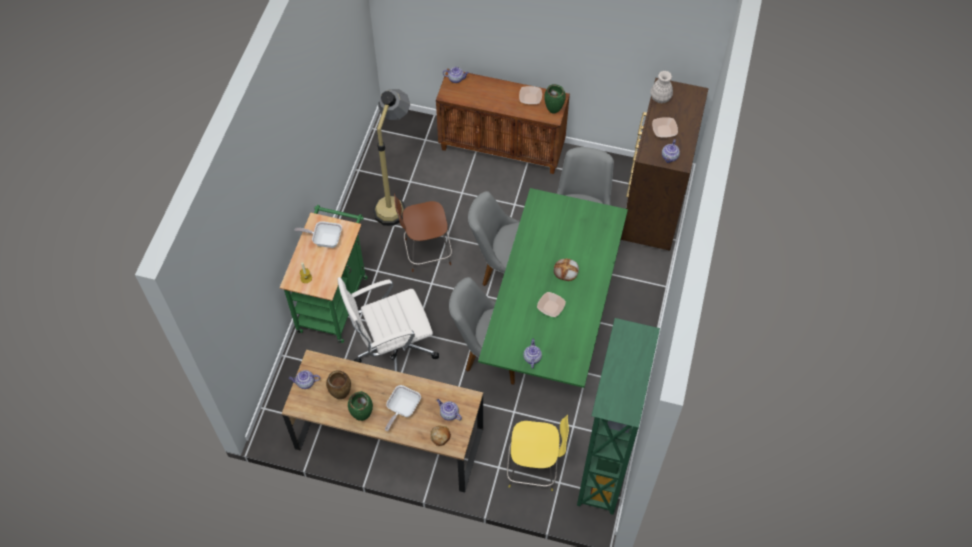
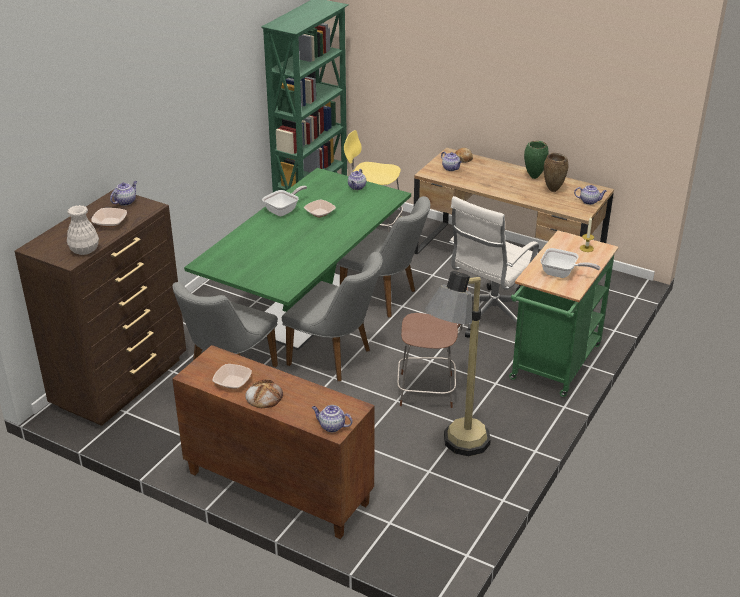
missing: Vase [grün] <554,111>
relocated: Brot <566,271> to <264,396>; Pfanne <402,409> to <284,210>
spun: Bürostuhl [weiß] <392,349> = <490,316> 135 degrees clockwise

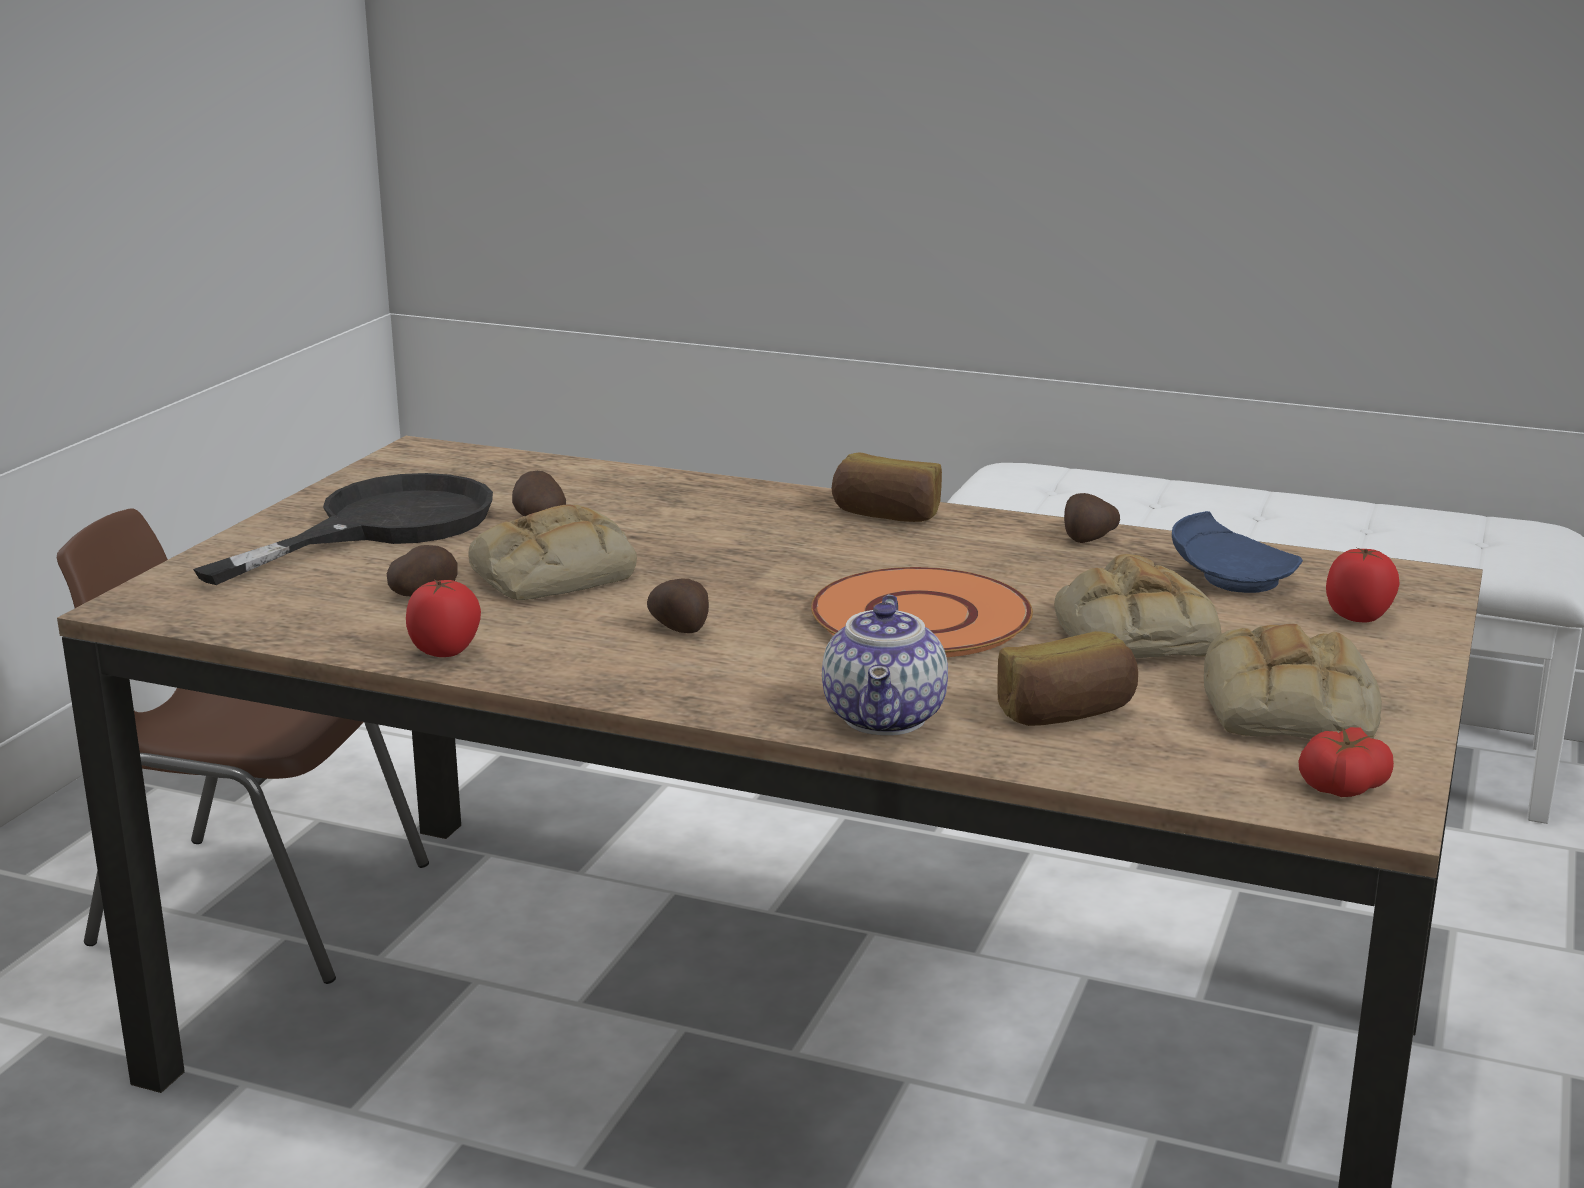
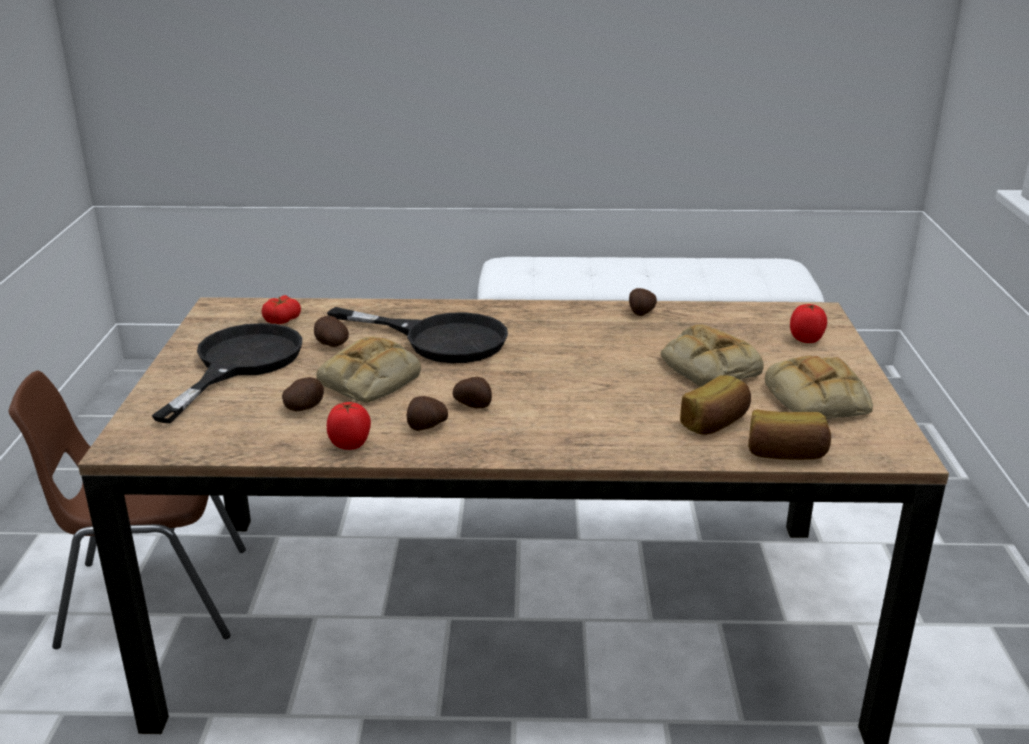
missing: Teller [orange] <919,617>; Teekanne <887,719>; Teller [blau] <1230,578>
appeared: Pfanne [schwarz] <439,339>; Kartoffel <426,427>
relocated: Tomate <1342,785> to <282,320>; Brot <886,514> to <785,454>

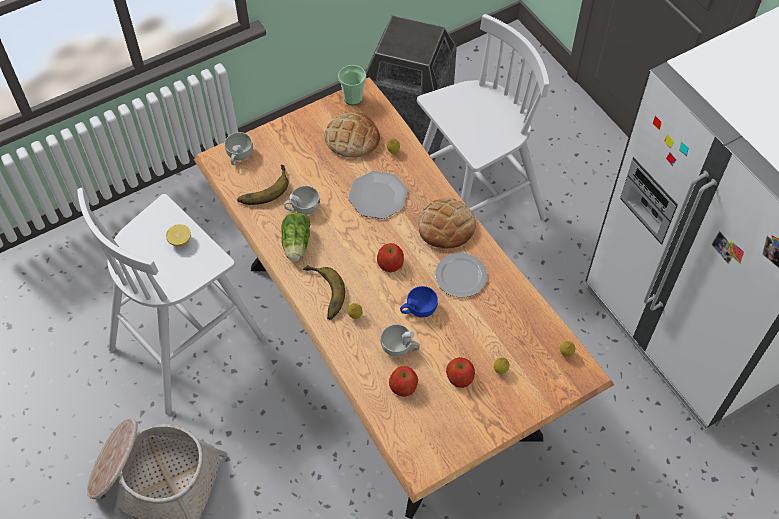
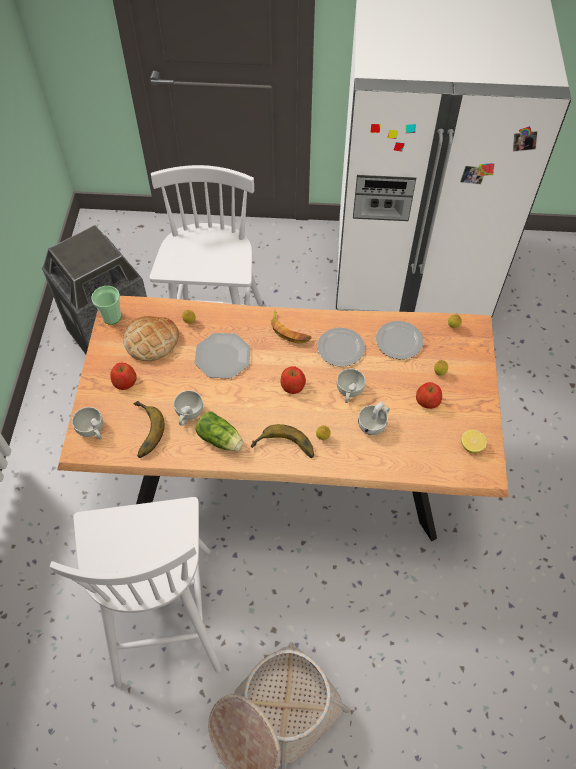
appeared: Teller <398,341>
relocated: Apfel <403,386> to <125,382>; Zitrone <180,240> to <471,446>
exchanged: Brot <446,227> to Banane <289,330>
colour: Tasse [blau] <418,309> to Tasse [weiß] <349,392>

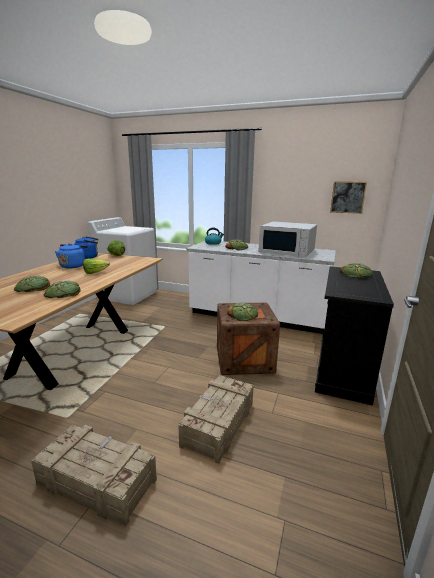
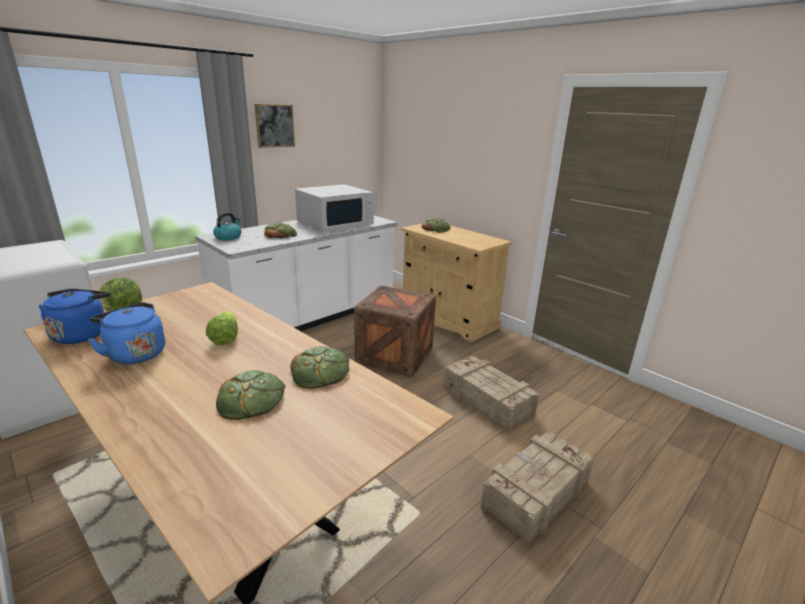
missing: Brot <243,315>
relocated: Bild <348,197> to <274,126>
colour: Schrank [schwarz] <342,368> to Schrank [beige] <447,318>

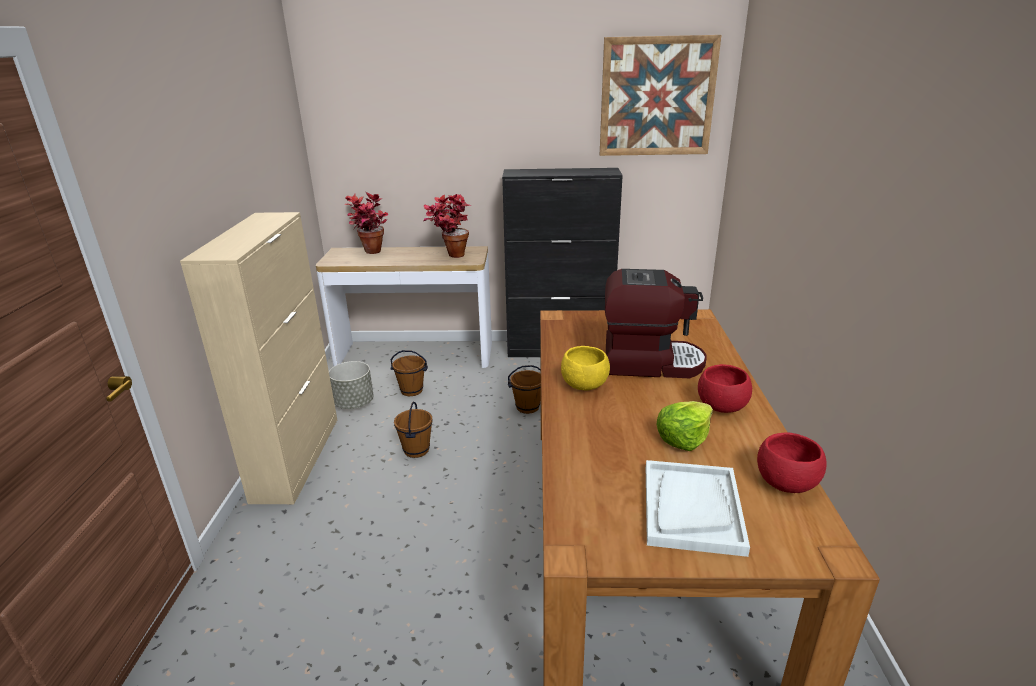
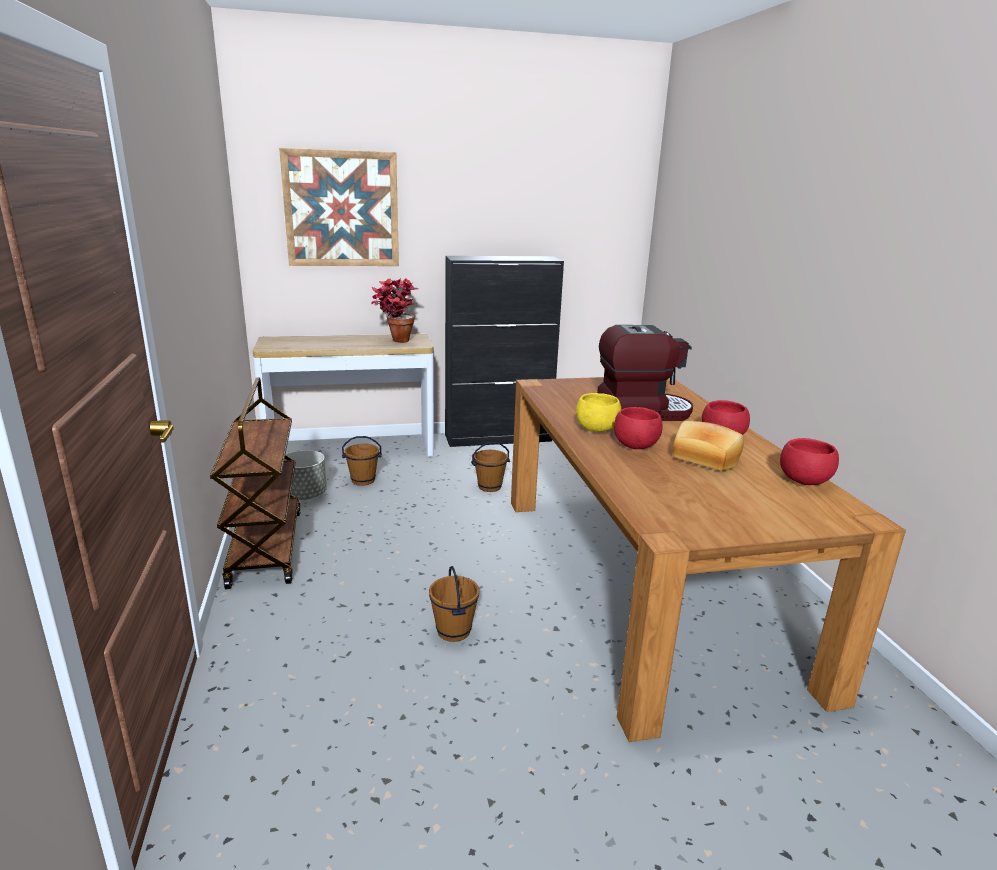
missing: Topfpflanze <371,254>; Tablett [weiß] <691,508>
appeared: Schüssel [rot] <636,446>
relocated: Bild <657,97> to <341,209>; Eimer [braun] <416,450> to <453,631>
exchanged: Schrank [beige] <297,457> to Rollwagen [braun] <265,547>; Salatkopf <683,438> to Brot <705,459>

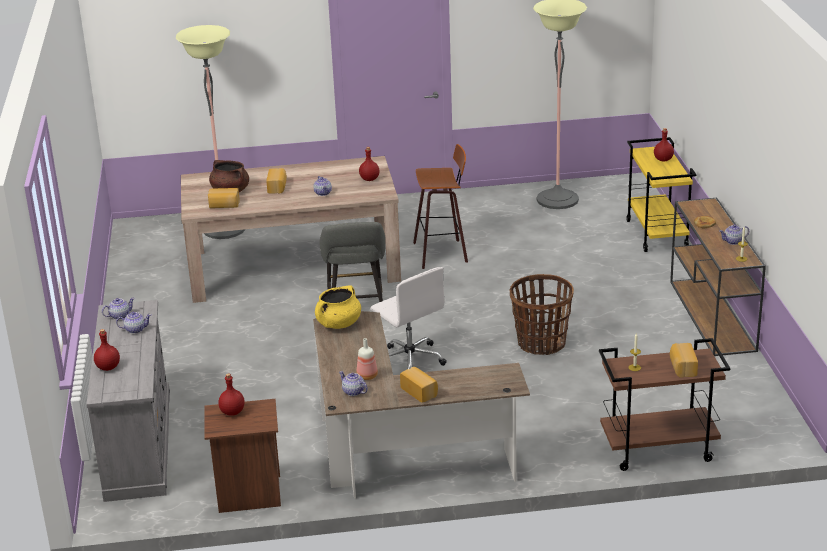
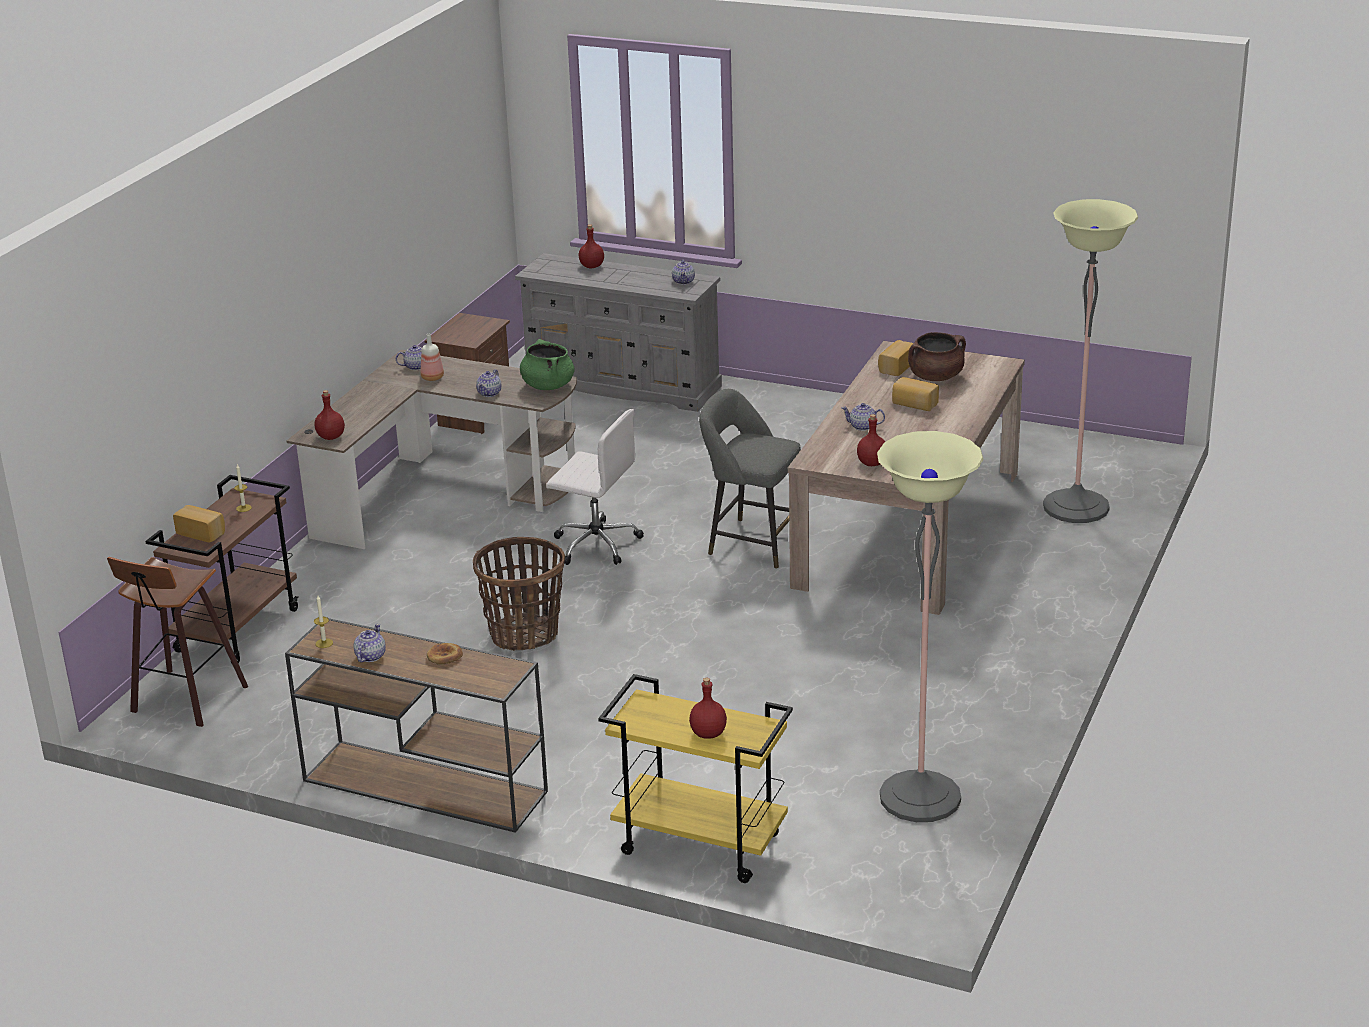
missing: Brot <420,391>
relocated: Hocker <442,252> to <185,700>; Flasche [rot] <232,412> to <331,437>; Teekanne <135,329> to <490,393>
colour: Kochtopf [gelb] <338,324> to Kochtopf [grün] <548,385>
spun: Bürostuhl [weiß] <409,360> = <595,544> 150 degrees counterclockwise

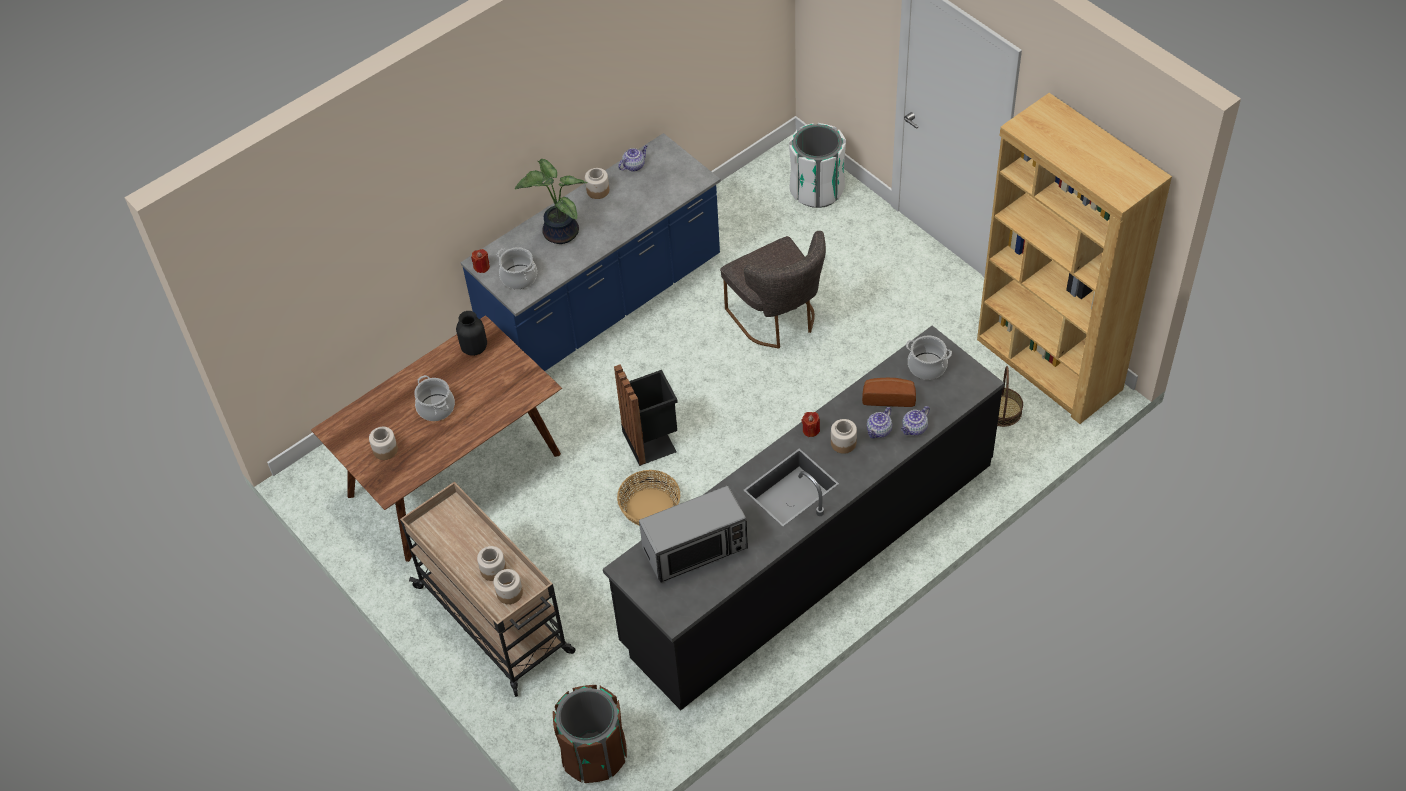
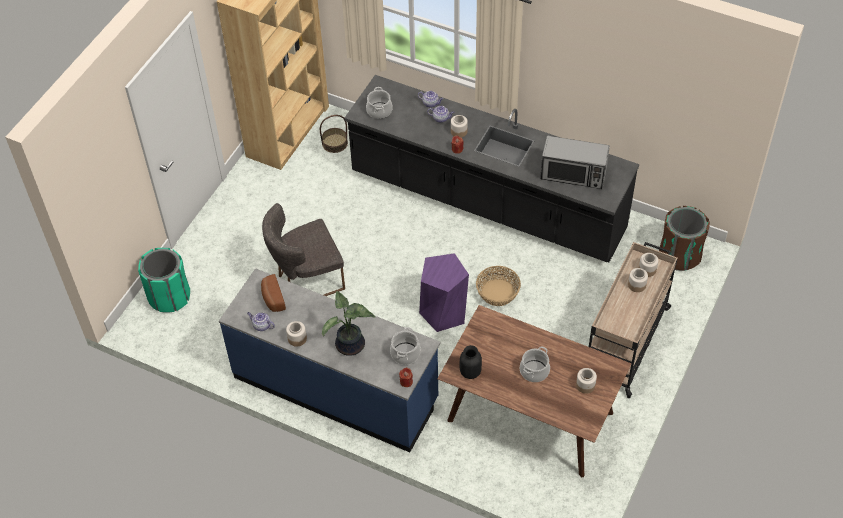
relocated: Brot <888,397> to <272,298>
exchanged: Mülleimer [schwarz] <651,440> to Hocker [lila] <443,312>
colour: Mülleimer [weiß] <817,189> to Mülleimer [grün] <169,297>
spun: Stuhl [grau] <777,319> = <306,278> 150 degrees counterclockwise; Mikrowelle <696,548> = <573,174> 150 degrees clockwise

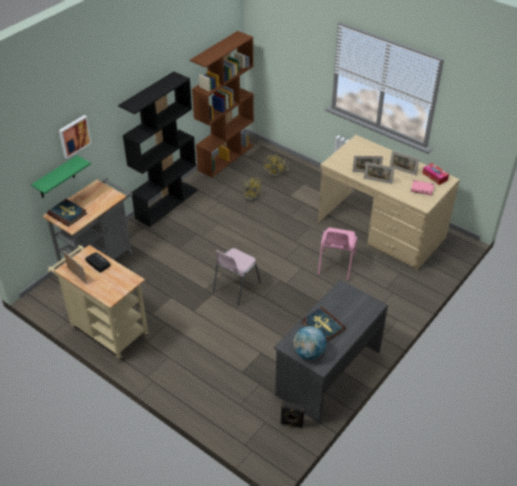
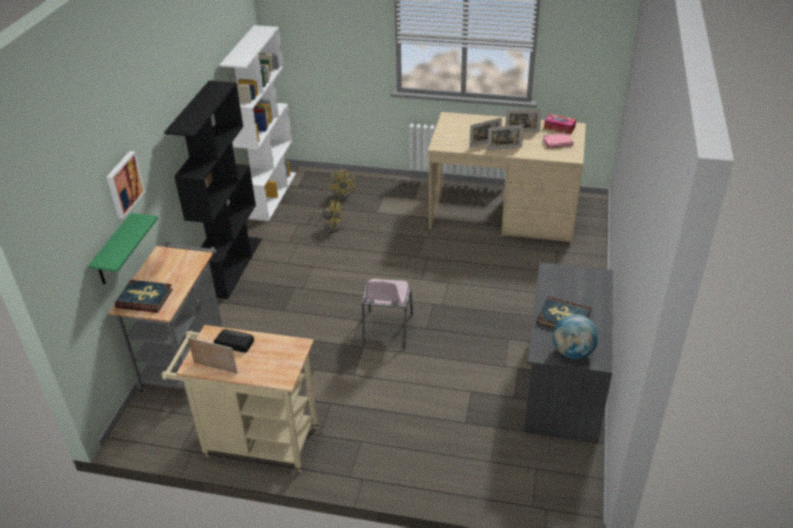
missing: Lautsprecher [schwarz] <291,424>; Stuhl [rosa] <335,265>
colour: Bücherregal [braun] <226,157> to Bücherregal [weiß] <271,195>

